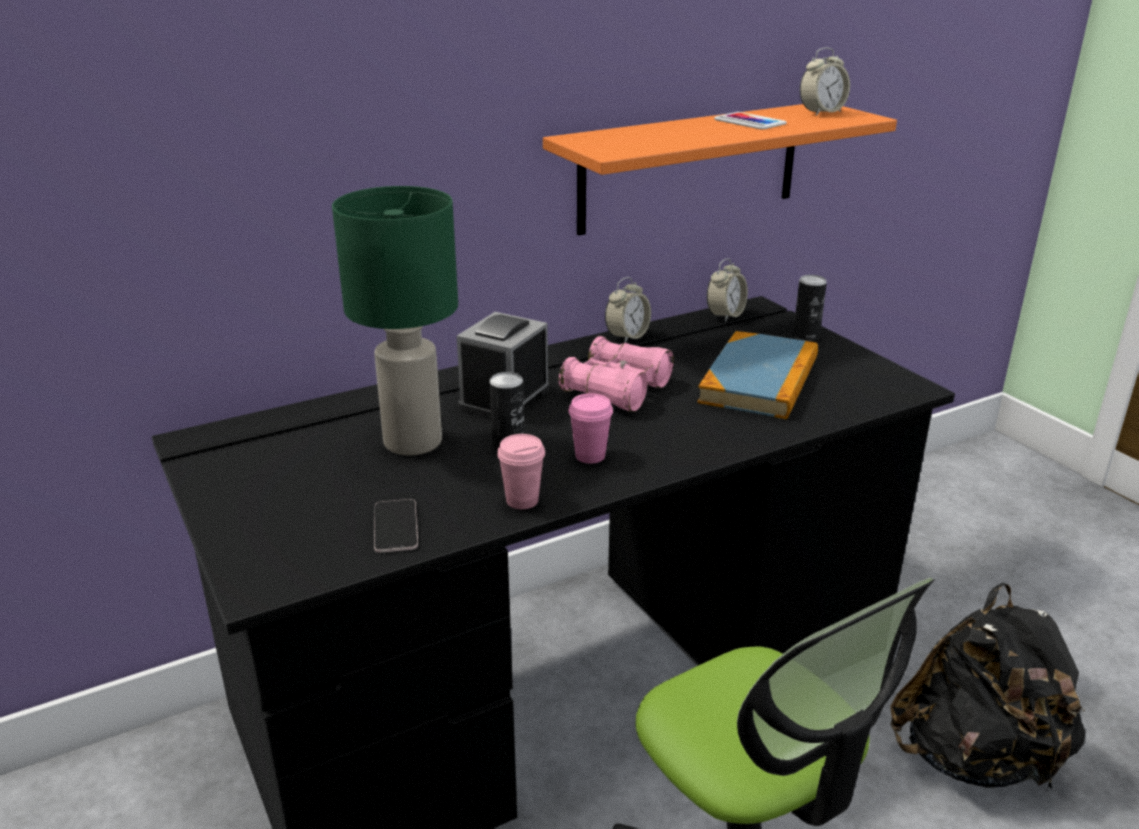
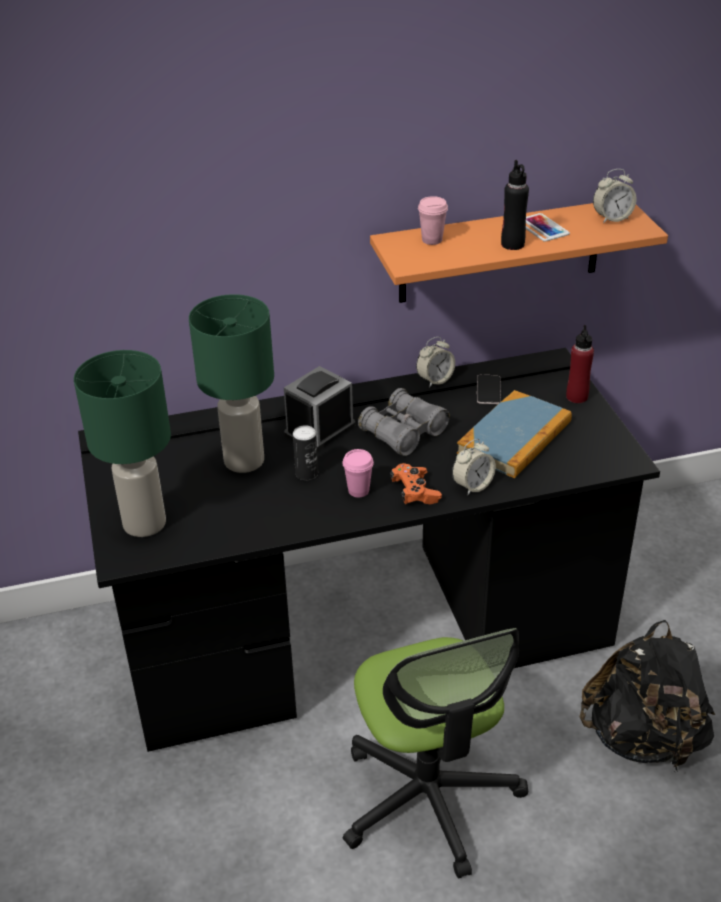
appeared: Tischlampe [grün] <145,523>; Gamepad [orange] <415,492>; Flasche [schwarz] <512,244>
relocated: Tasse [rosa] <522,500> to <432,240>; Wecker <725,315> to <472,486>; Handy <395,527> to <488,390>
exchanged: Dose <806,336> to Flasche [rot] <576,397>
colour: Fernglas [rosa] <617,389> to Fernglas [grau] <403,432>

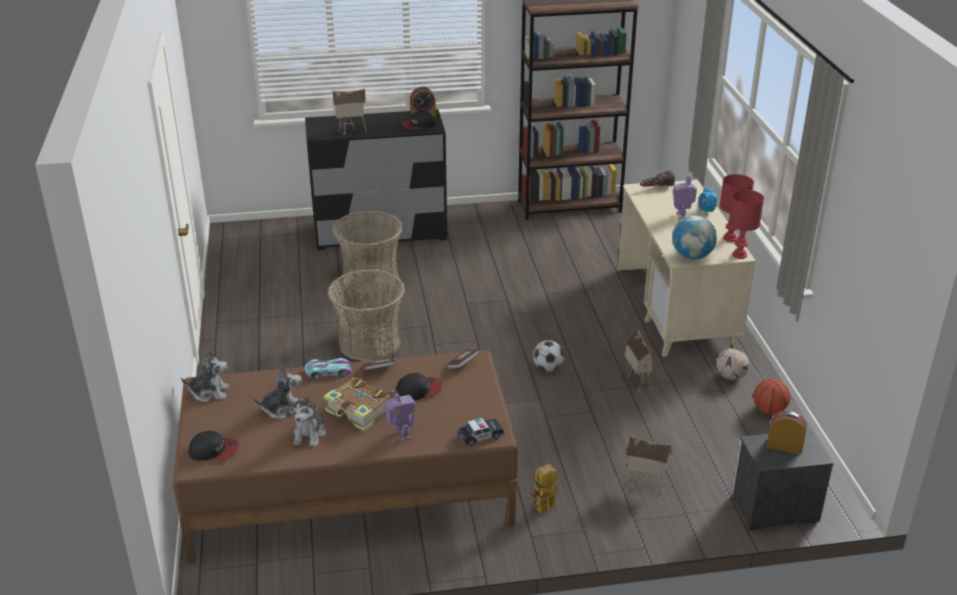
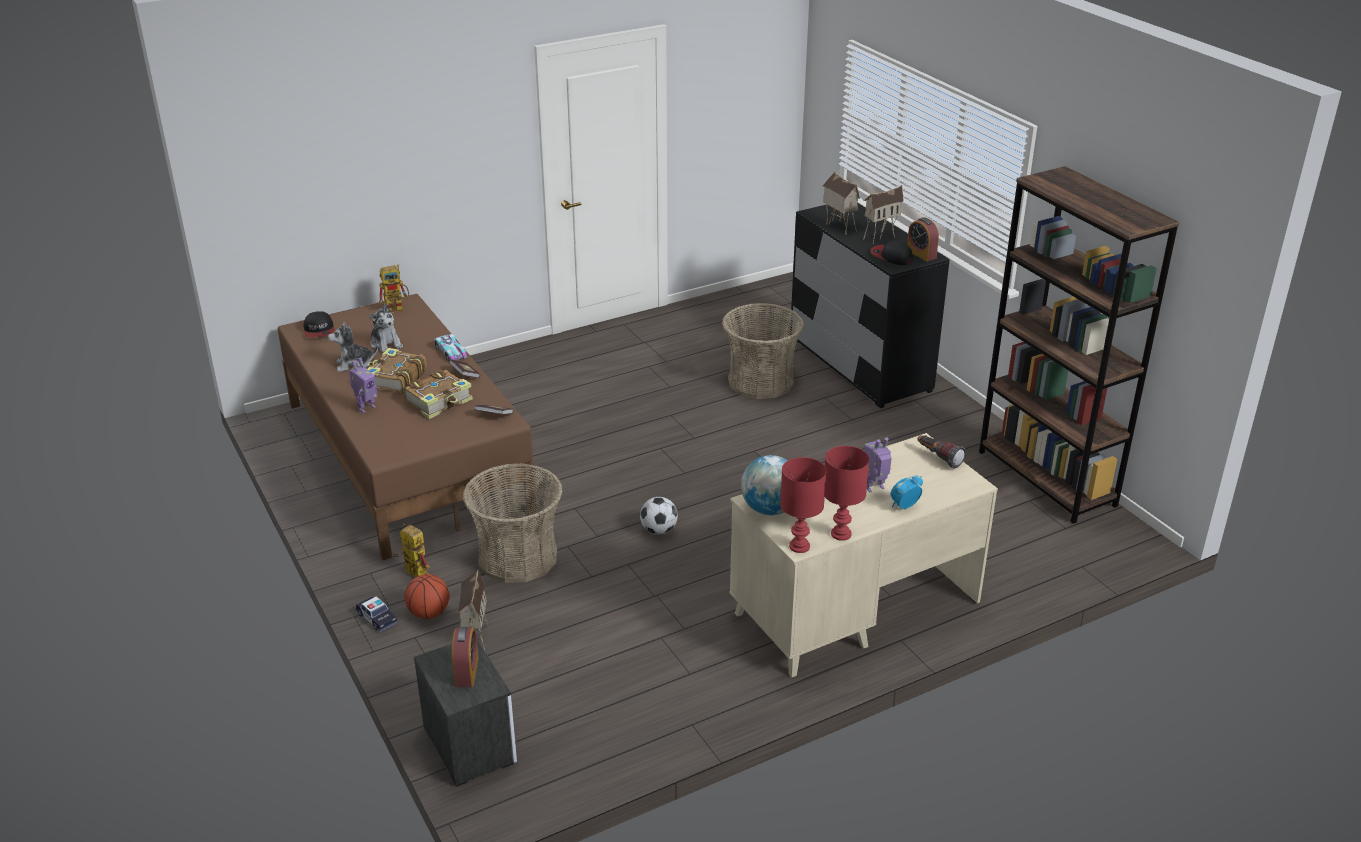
missing: Fußball <731,377>
relocated: Spielzeugauto <480,436> to <377,618>; Basketball <769,410> to <429,613>; Korb <369,343> to <518,557>; Spielzeughaus <636,381> to <879,236>
exchanged: Plüschtier <209,392> to Spielzeugroboter <398,308>; Kappe <419,390> to Buch <439,402>

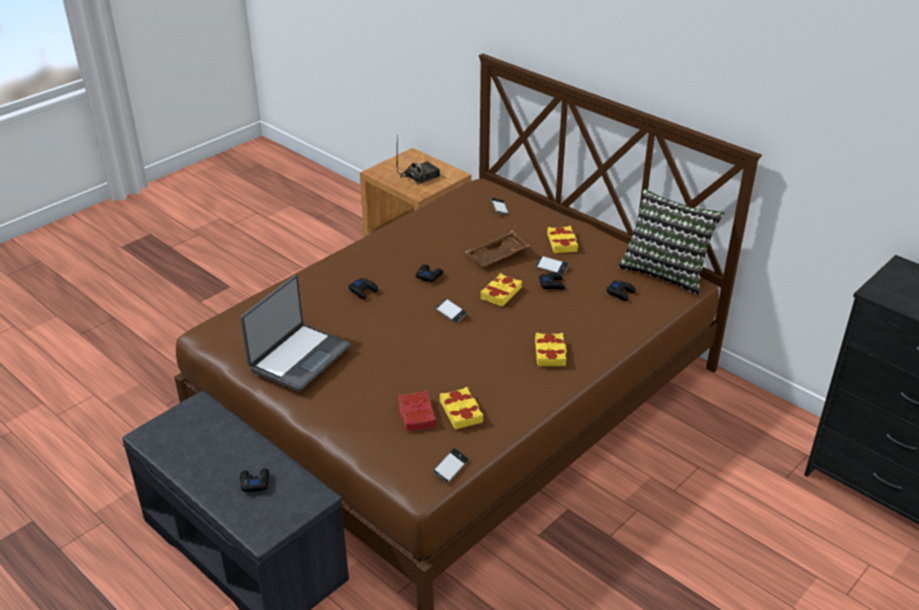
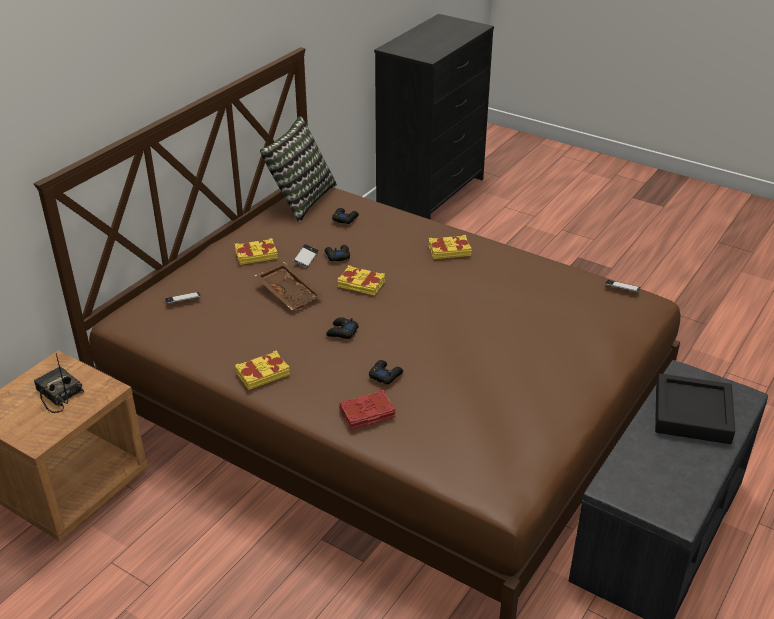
missing: Laptop <298,358>; Handy <451,313>
relocated: Buch [gelb] <461,411> to <262,373>; Buch [rot] <416,415> to <367,414>
exchanged: Gamepad [schwarz] <254,482> to Tablett [schwarz] <692,414>

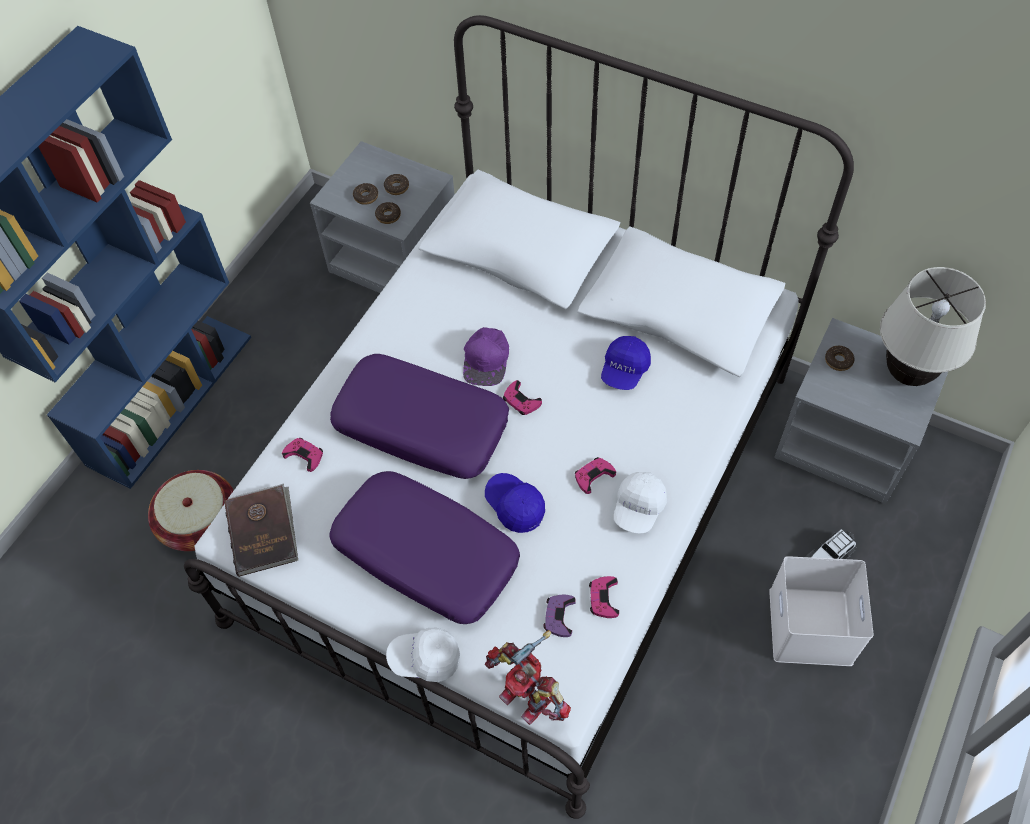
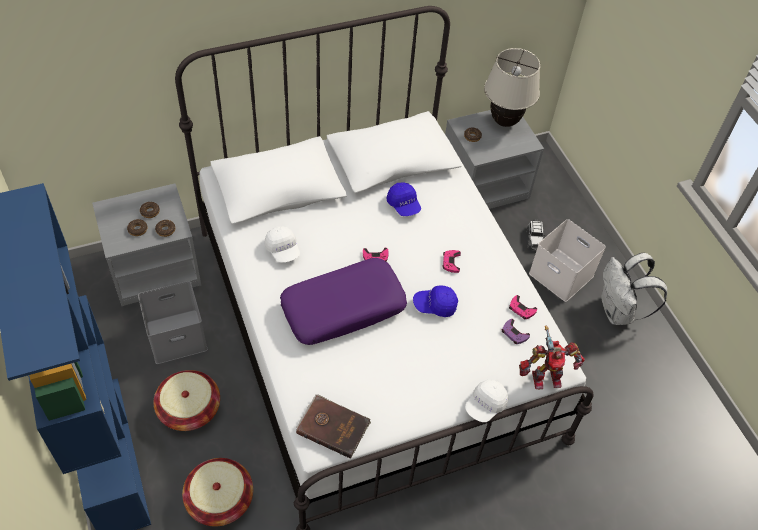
missing: Gamepad [rosa] <304,455>; Kissen [lila] <425,555>; Kappe [lila] <487,359>
appeared: Aufbewahrungsbox [grau] <177,335>; Korb <189,409>; Rucksack [weiß] <618,312>
relocated: Kappe [weiß] <638,508> to <283,250>

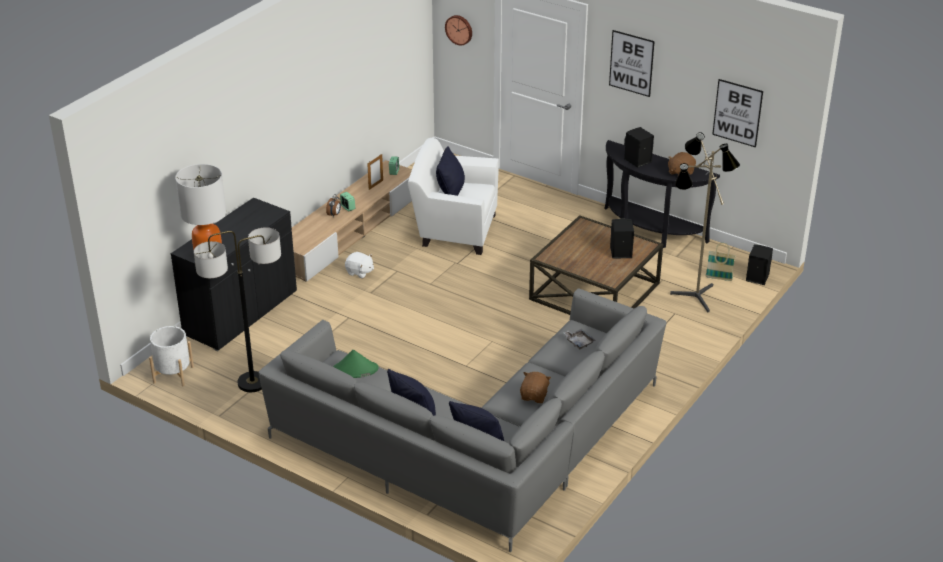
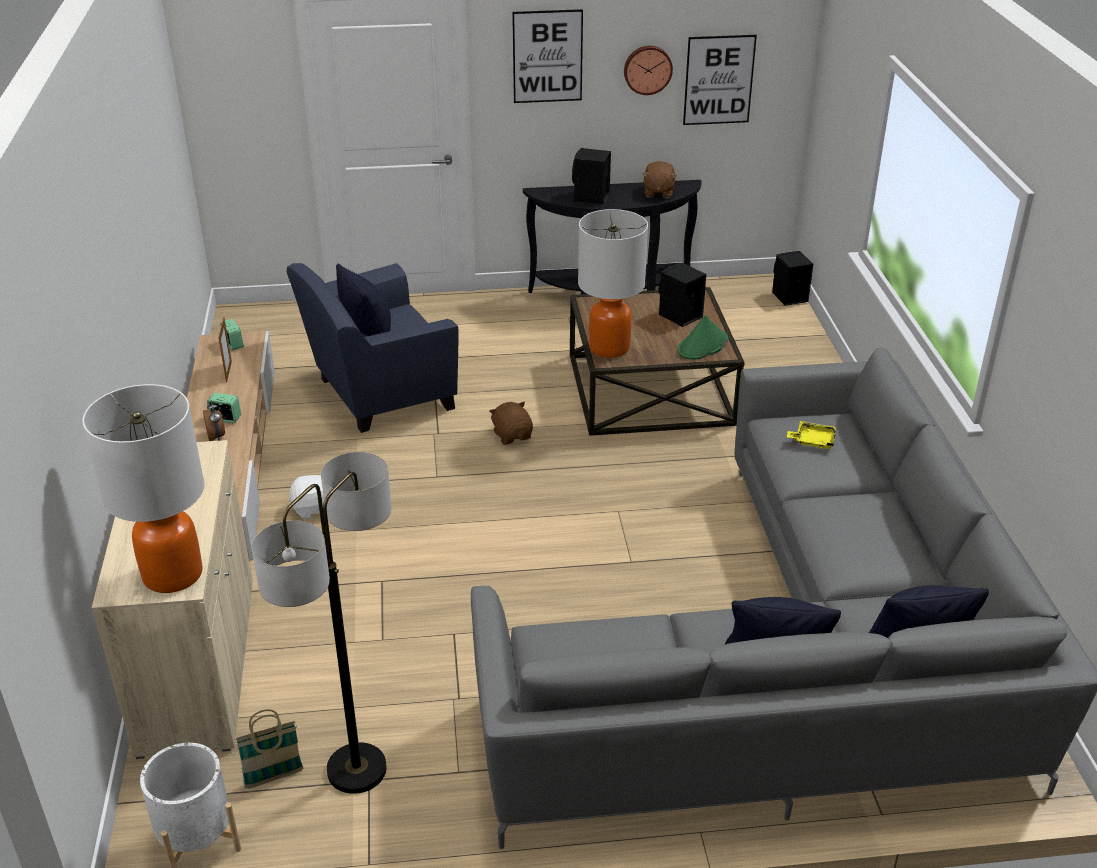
missing: Stehlampe <692,298>
appeared: Tischlampe <609,348>
relocated: Korb <718,278> to <274,777>; Plüschtier [braun] <534,396> to <512,435>; Wanduhr <459,29> to <647,69>; Hut [grün] <355,370> to <702,346>
colour: Schrank [schwarz] <241,313> to Schrank [beige] <199,665>; Sessel [weiß] <454,230> to Sessel [blau] <378,394>; Tablett [grau] <579,342> to Tablett [gelb] <812,440>

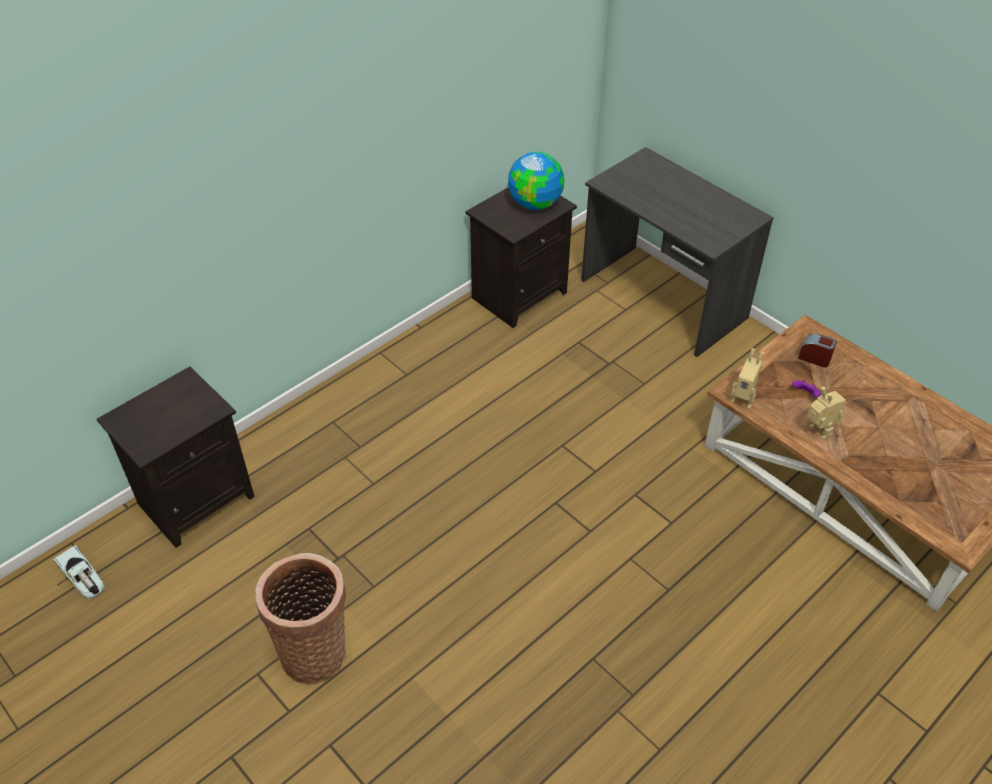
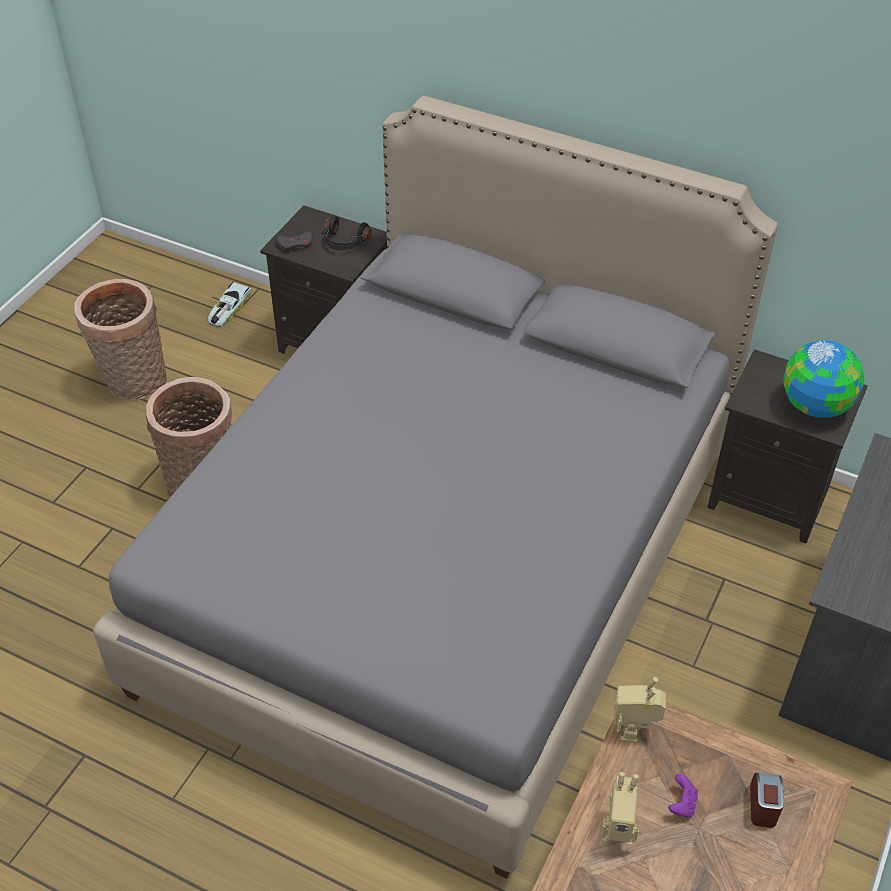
appeared: Korb <133,382>; Bett [grau] <445,563>; Gamepad [grau] <295,244>; Kopfhörer [schwarz] <344,242>
spun: Spielzeugroboter <817,432> = <617,829> 60 degrees clockwise

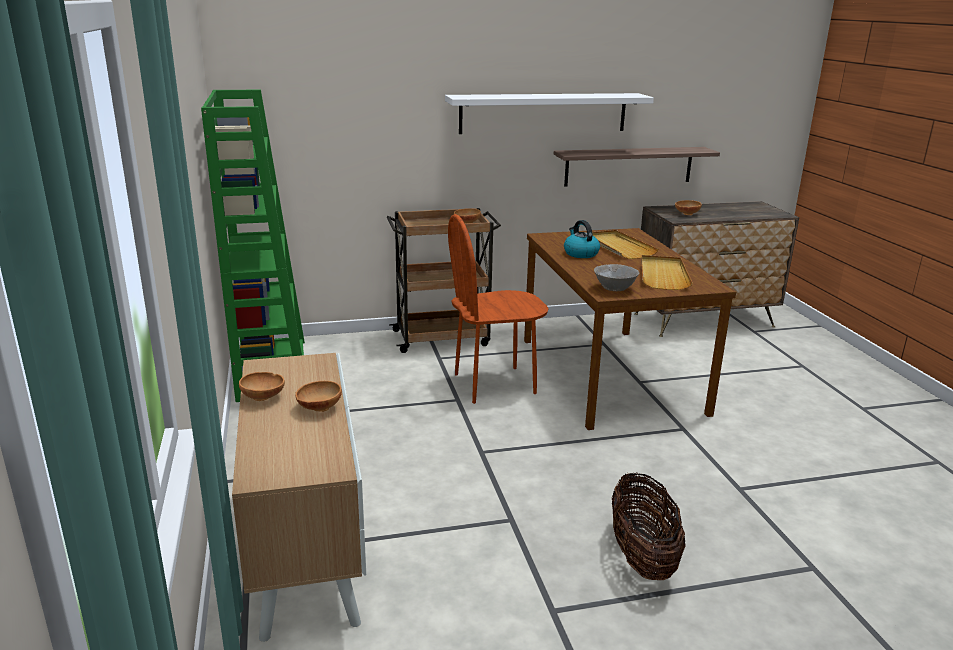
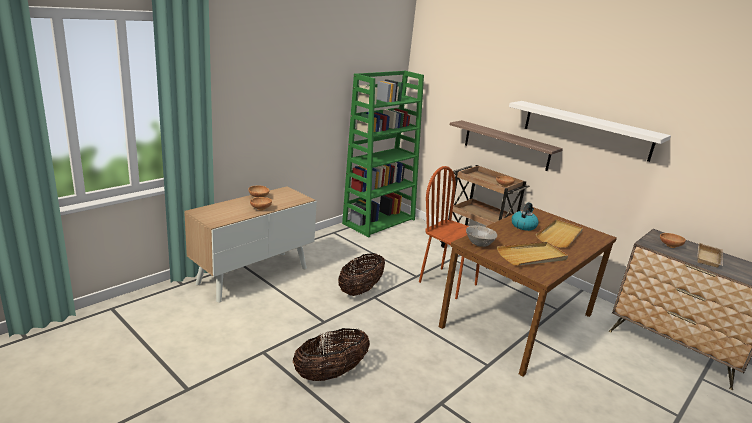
appeared: Korb <360,290>; Tablett [beige] <709,259>
relocated: Wandregal <629,166> to <506,145>

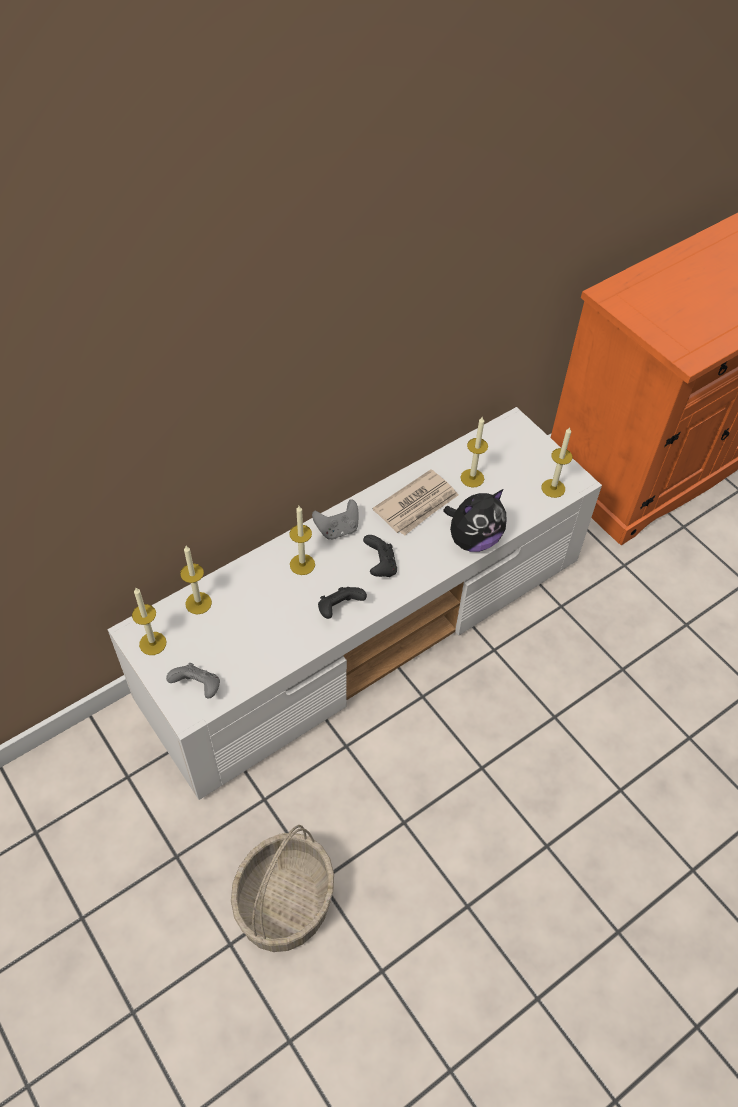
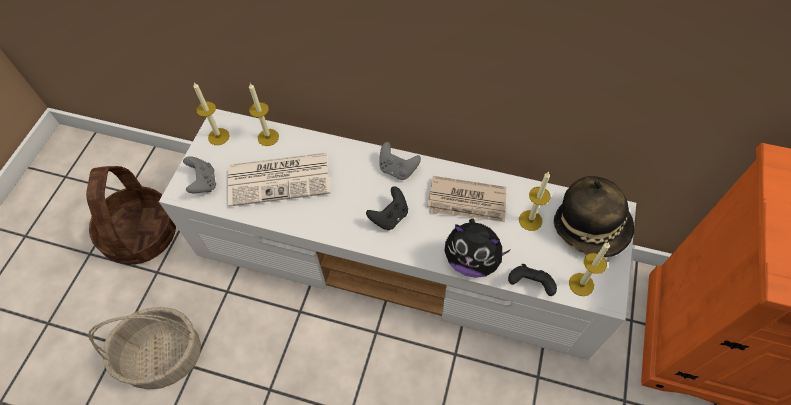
missing: Kerze <302,564>
appeared: Korb <142,234>; Zeitung <280,178>; Hut <591,228>
relocated: Gamepad [schwarz] <339,609> to <530,285>

